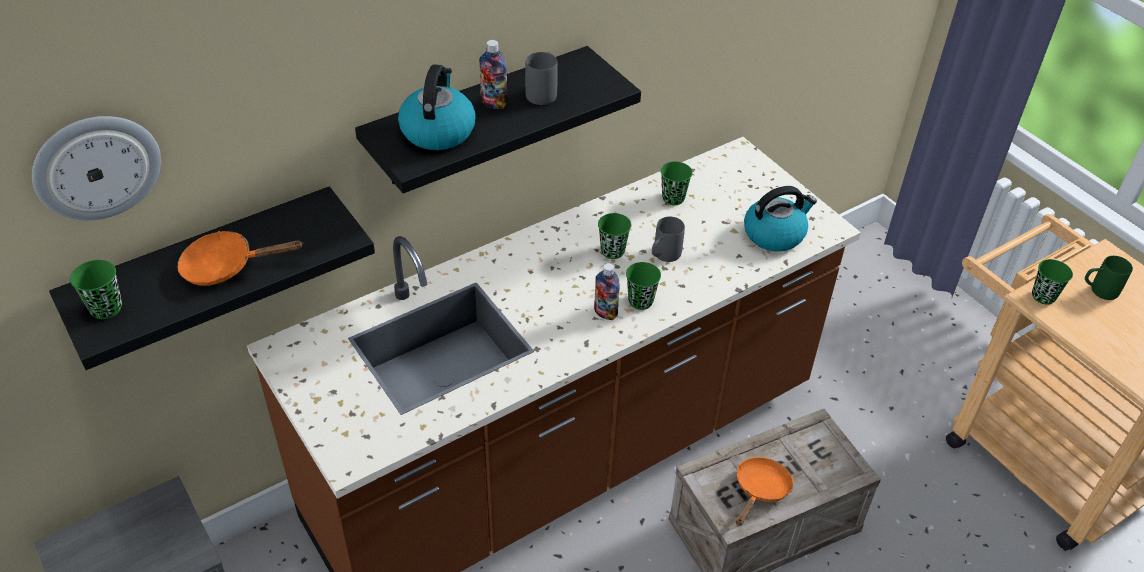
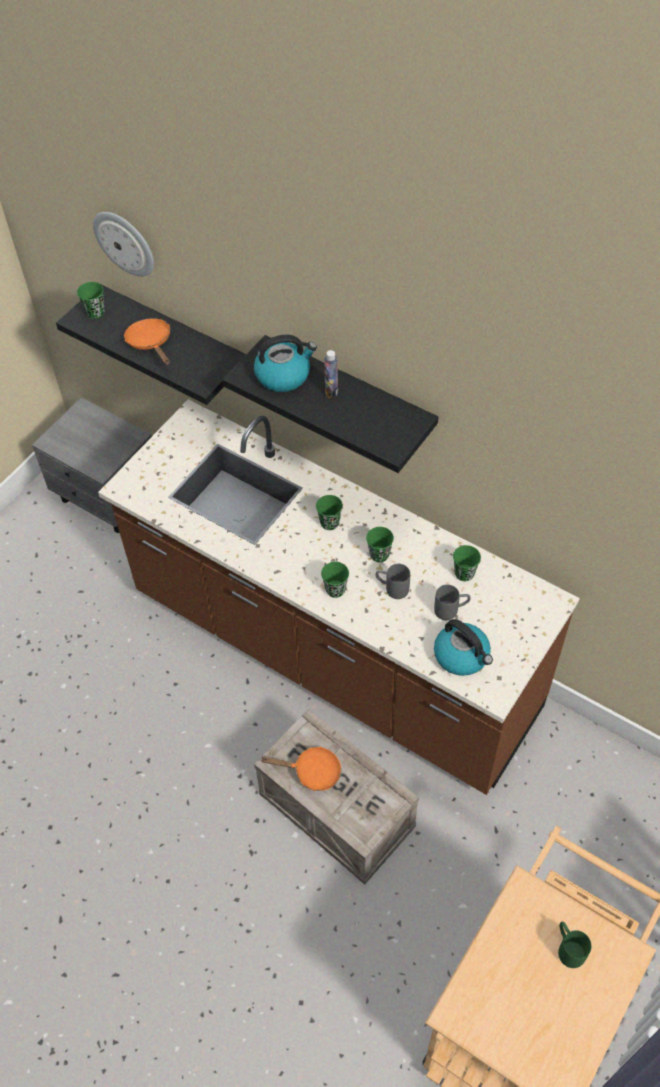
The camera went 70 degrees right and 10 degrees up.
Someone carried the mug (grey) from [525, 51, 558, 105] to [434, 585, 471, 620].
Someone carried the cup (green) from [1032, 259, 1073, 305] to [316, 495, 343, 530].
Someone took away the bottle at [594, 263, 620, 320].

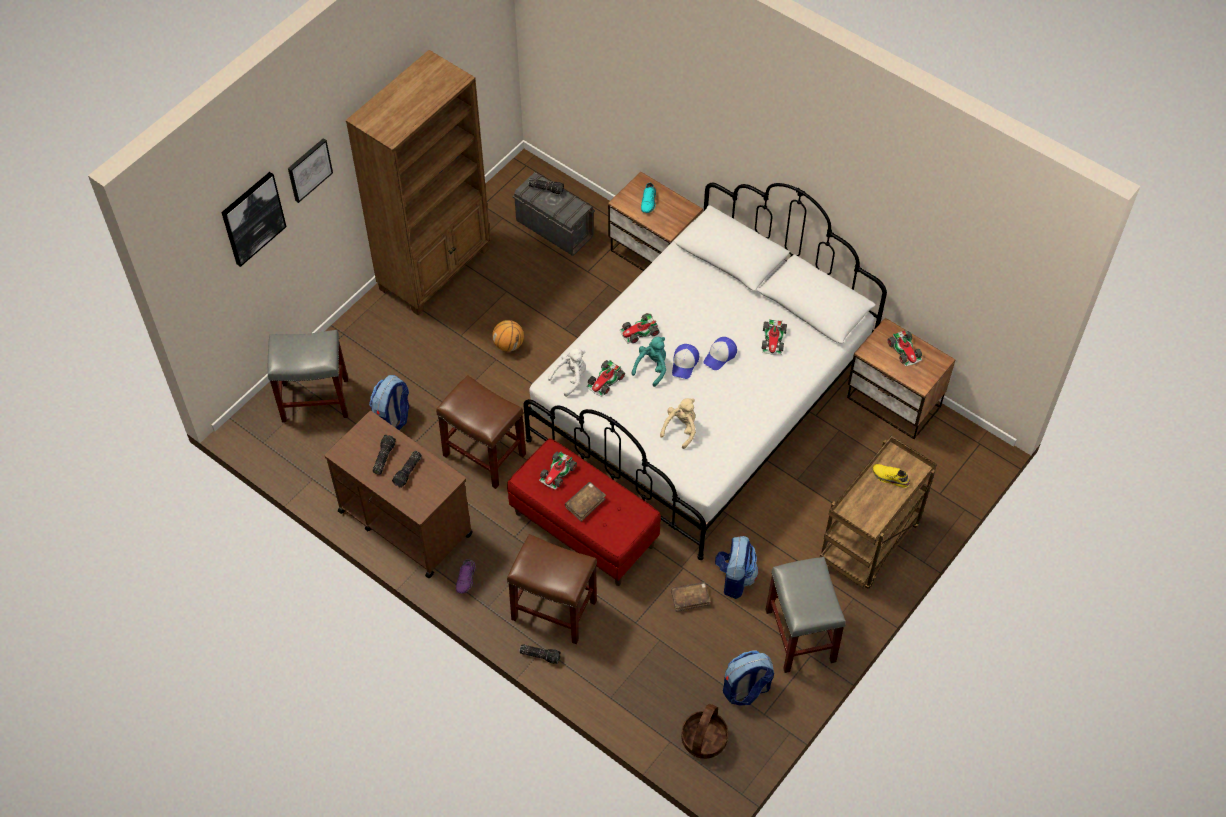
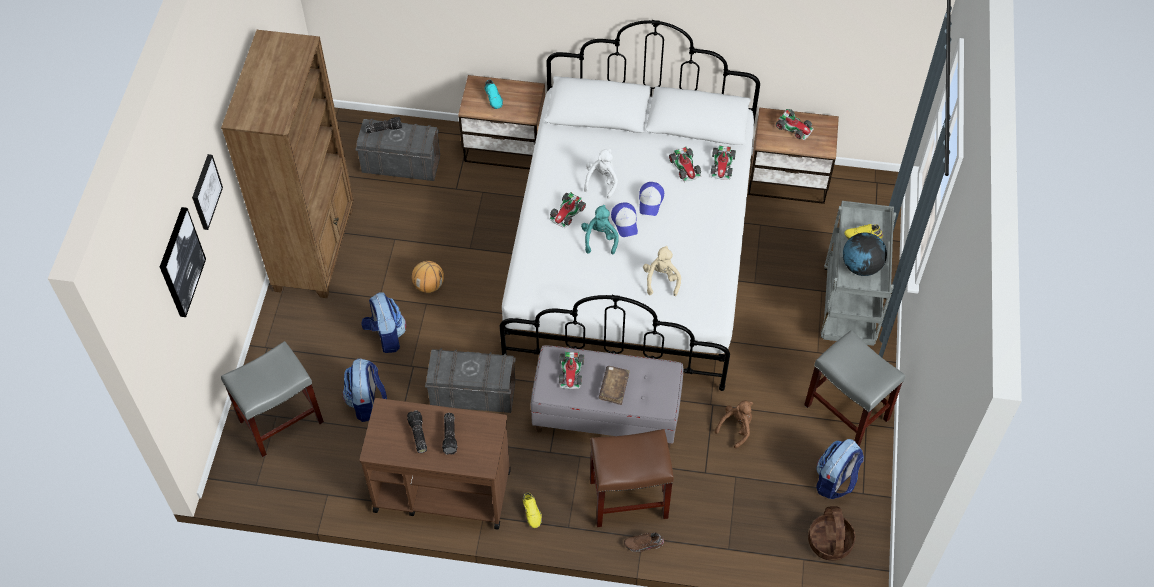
The camera went 30 degrees left and 0 degrees up.
Someone carried the plush toy (white) from [548, 348, 586, 397] to [584, 149, 618, 199].
Someone carried the toy car from [586, 360, 625, 397] to [711, 145, 736, 180].
Someone swapped the stool (brown) at [436, 375, 526, 489] for the storage box (grey) at [425, 348, 516, 413].
Someone repainted the cart (brown) at [820, 436, 937, 588], which became the cart (grey) at [821, 201, 896, 346].
Someone repainted the bench (red) at [507, 438, 661, 586], which became the bench (grey) at [531, 345, 683, 448].
Someone carried the backpack from [715, 536, 759, 599] to [361, 292, 406, 353].
Someone repainted the shoe (purple) at [456, 559, 476, 594], which became the shoe (yellow) at [522, 493, 542, 528].
Someone swapped the book (brown) at [671, 582, 711, 612] for the plush toy (brown) at [715, 401, 753, 449].
Someone swapped the flashlight at [520, 644, 561, 664] for the shoe (brown) at [624, 533, 665, 552].
Someone put down the globe at [843, 232, 887, 276].

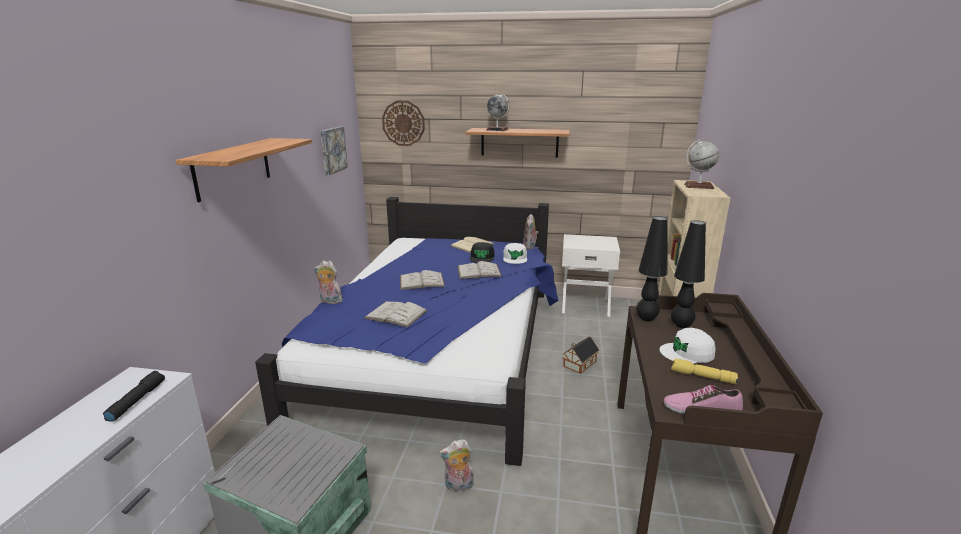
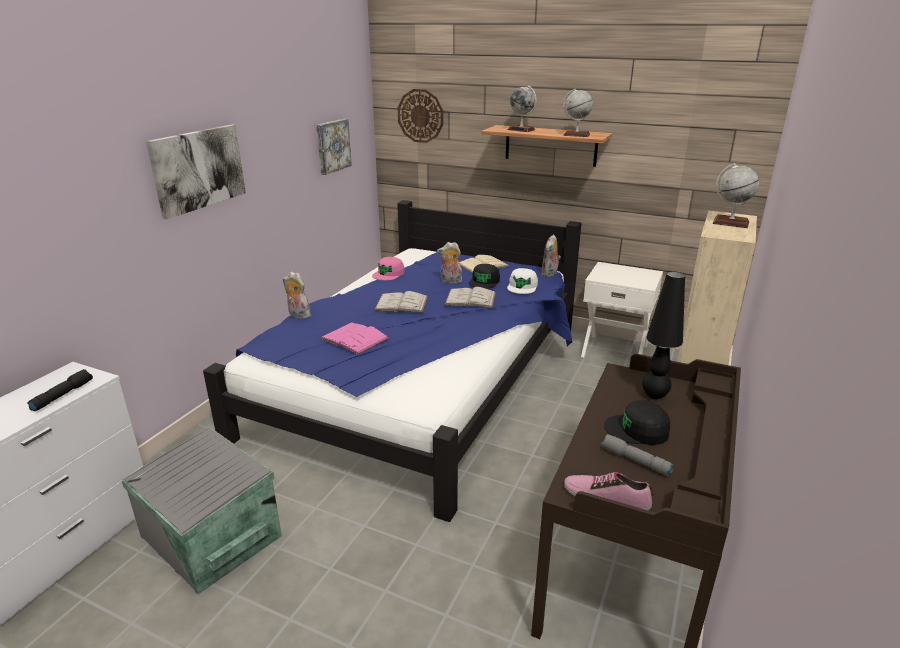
The camera went 15 degrees right and 5 degrees up.
Someone swapped the shelf at [176, 138, 312, 202] for the picture at [146, 124, 246, 219].
Someone took away the table lamp (black) at [636, 216, 668, 321].
Someone repainted the book (white) at [364, 301, 427, 327], which became the book (pink) at [320, 323, 389, 355].
Someone repainted the cap (white) at [659, 328, 716, 364], which became the cap (black) at [604, 400, 670, 445].
Someone took away the toy house at [562, 337, 599, 374].
Someone repainted the flashlight (yellow) at [671, 358, 738, 384], which became the flashlight (grey) at [601, 434, 674, 476].
Someone carried the plush toy from [439, 439, 474, 492] to [437, 242, 462, 284].
Someone put down the globe at [563, 88, 593, 137].
Someone put down the cap (pink) at [372, 257, 405, 280].

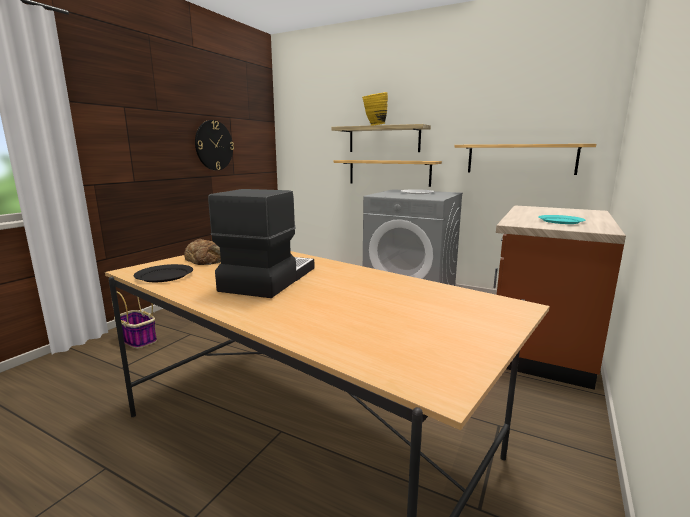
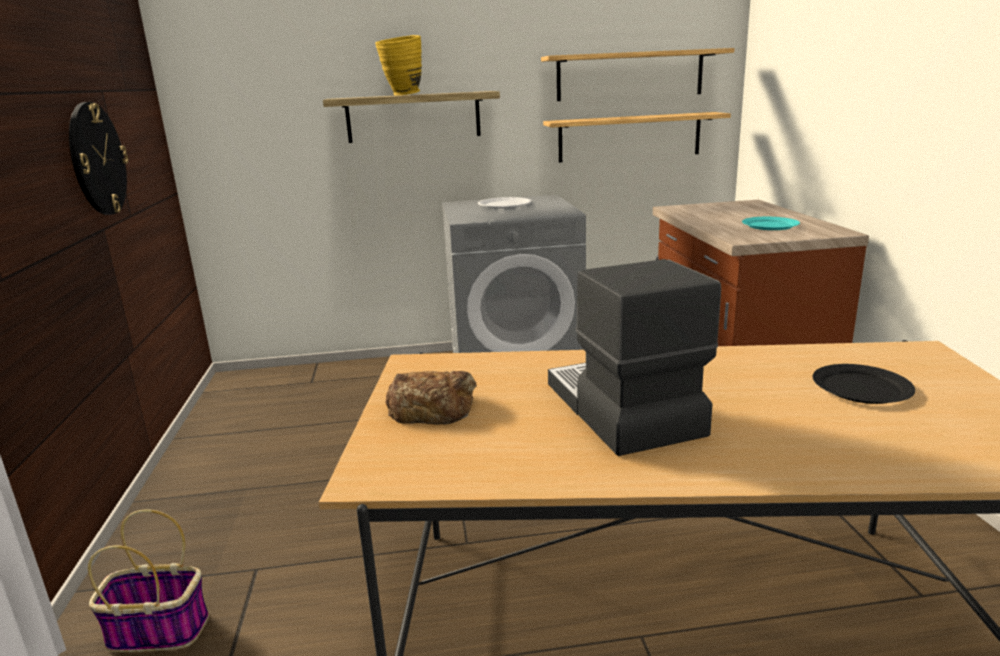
The camera went 35 degrees left and 5 degrees up.
Someone carried the shelf from [333, 160, 442, 187] to [541, 48, 735, 101].
Someone carried the plate (black) from [134, 264, 193, 282] to [813, 364, 915, 404].

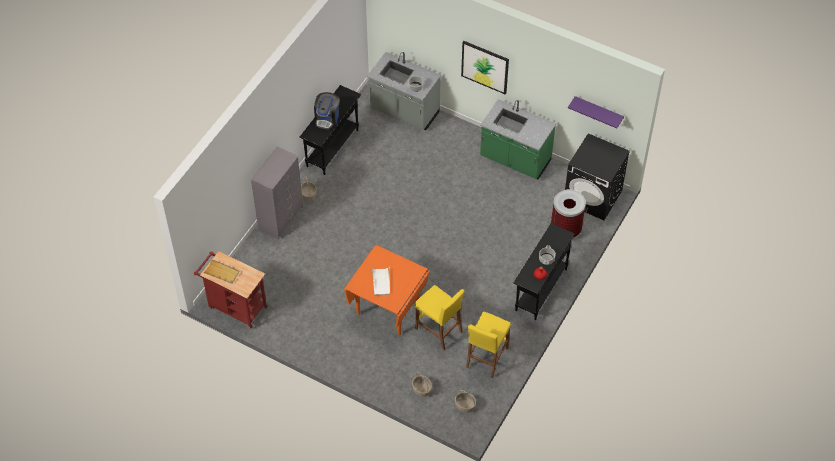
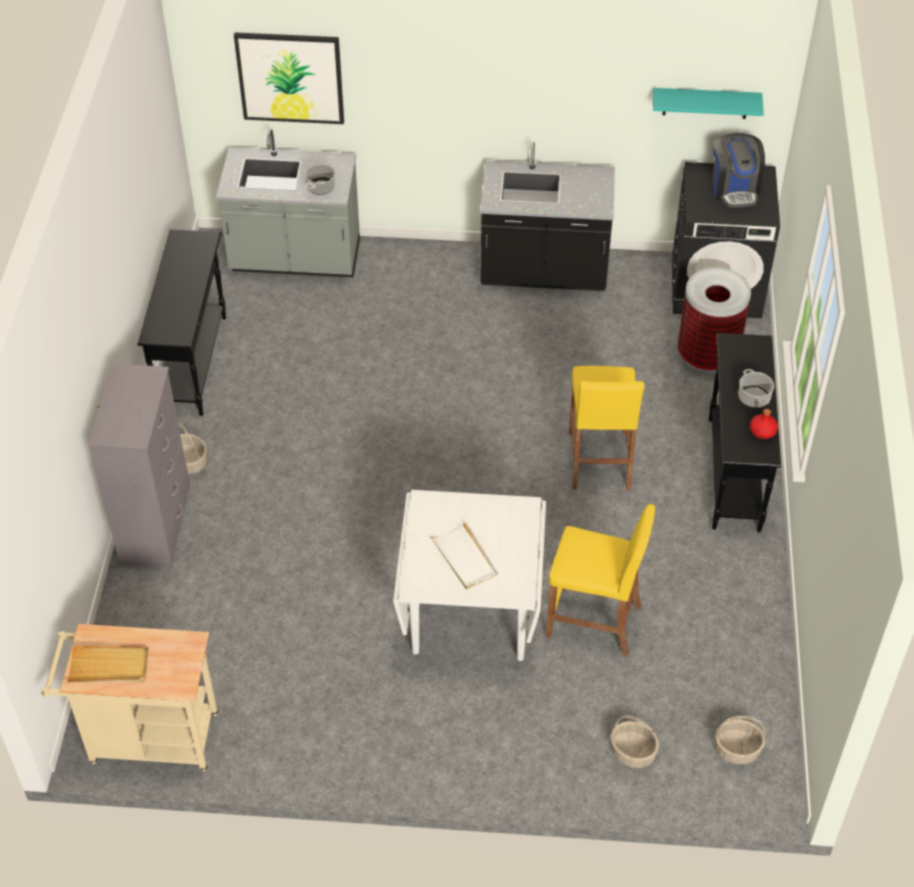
The camera went 25 degrees left and 5 degrees down.
Someone carried the picture from [461, 41, 509, 94] to [234, 32, 344, 124].
Someone carried the coffee machine from [314, 92, 340, 129] to [712, 133, 765, 208].
Someone repainted the shelf (purple) at [568, 96, 624, 128], which became the shelf (turquoise) at [653, 88, 764, 119].
Someone repainted the counter (green) at [480, 99, 556, 179], which became the counter (black) at [480, 142, 615, 291].
Someone repainted the dining table (orange) at [344, 245, 430, 335], which became the dining table (white) at [393, 490, 546, 661].
Someone repainted the cart (red) at [194, 251, 267, 329], which became the cart (beige) at [41, 624, 218, 771].
Someone carried the stool (yellow) from [466, 312, 511, 378] to [569, 366, 645, 490].

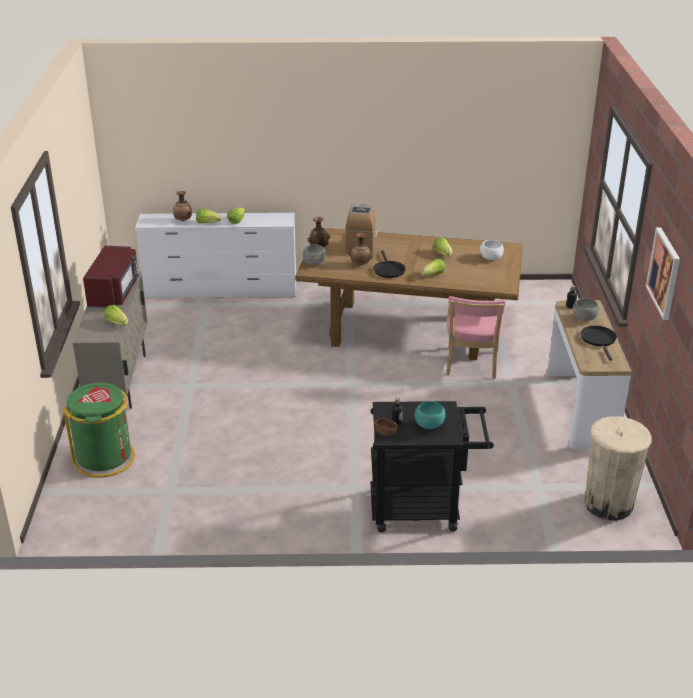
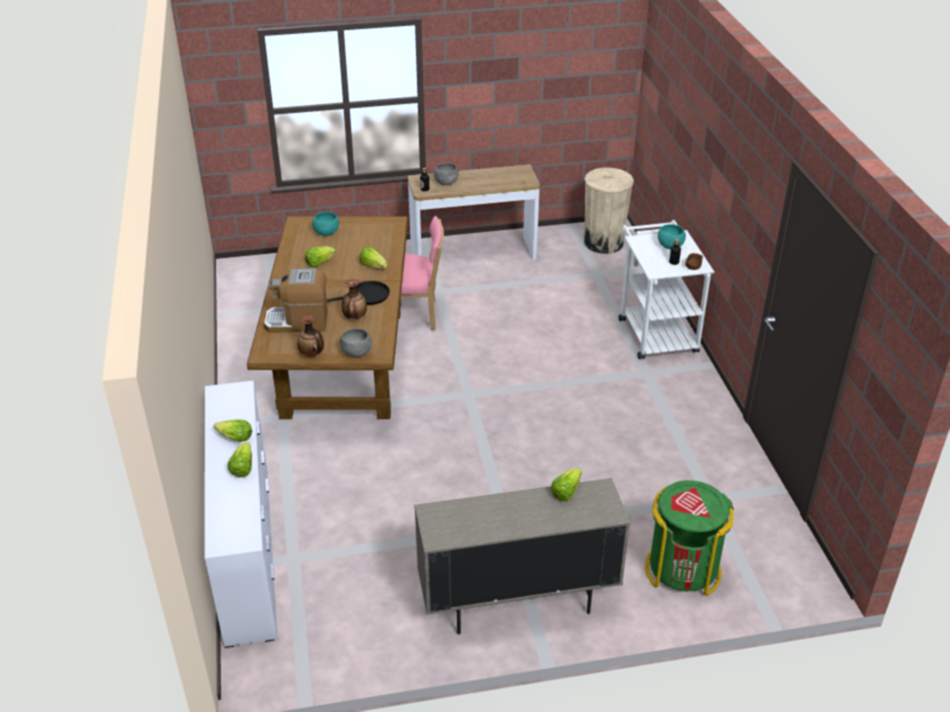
The camera went 100 degrees left and 5 degrees up.
Someone took away the vase at [173, 191, 192, 221].
Someone took away the picture at [646, 228, 680, 320].
Someone repainted the bowl (white) at [480, 240, 504, 260], which became the bowl (turquoise) at [312, 212, 339, 236].
Someone took away the microwave (red) at [83, 245, 139, 308].
Someone took away the frying pan (black) at [581, 326, 617, 361].
Someone repainted the cart (black) at [370, 401, 494, 532], which became the cart (white) at [619, 220, 714, 359].

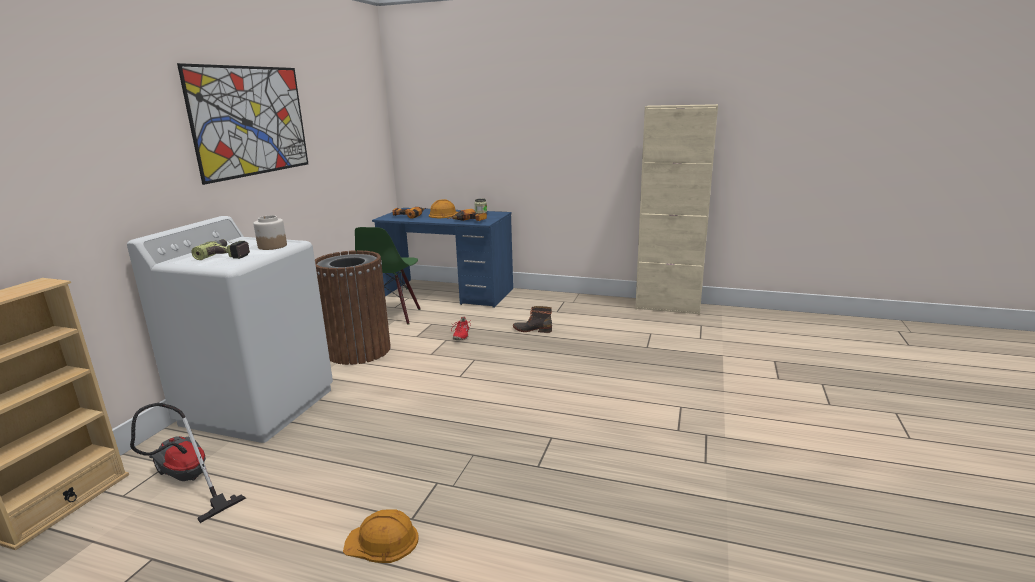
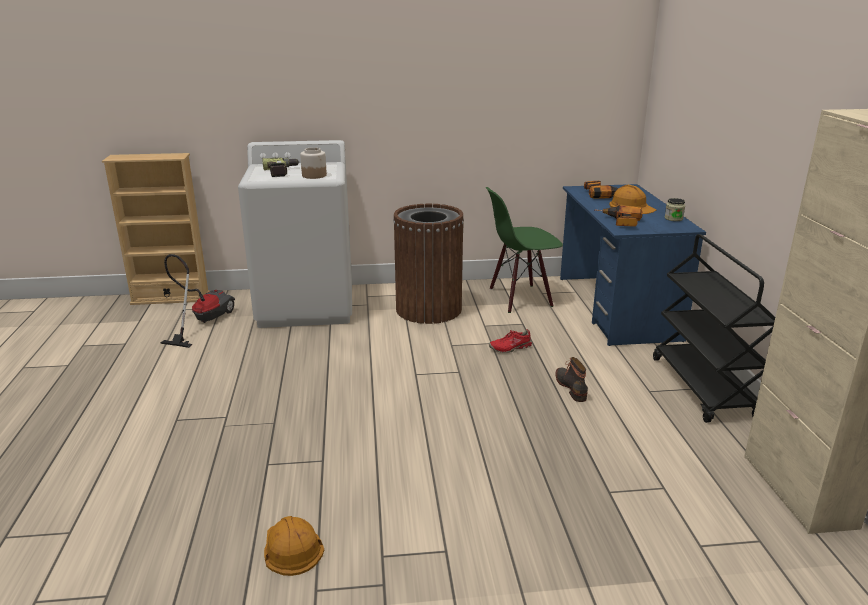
The camera went 65 degrees right and 5 degrees up.
Someone took away the picture at [177, 63, 308, 185].
Someone carried the hard hat (orange) from [343, 509, 419, 563] to [264, 516, 324, 576].
Someone put down the cart (black) at [653, 234, 775, 423].

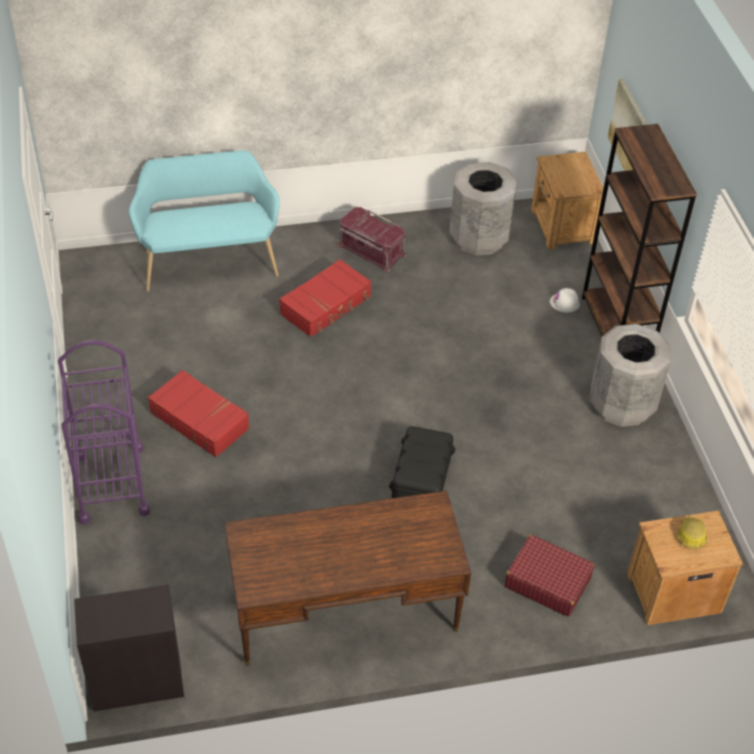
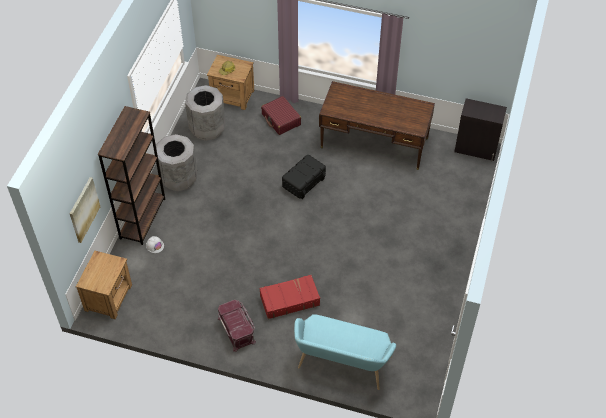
The camera went 150 degrees left and 5 degrees up.
Someone carried the trash can (grey) from [449, 162, 517, 255] to [185, 85, 225, 141].
Someone took away the cart (purple) at [58, 340, 150, 524].
Someone took away the suitcase (red) at [148, 370, 250, 458].

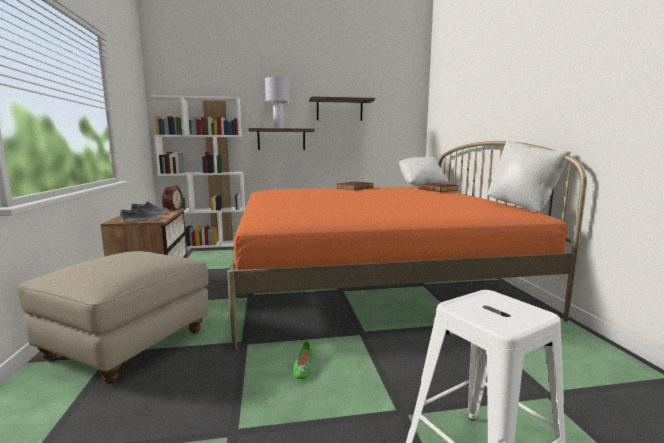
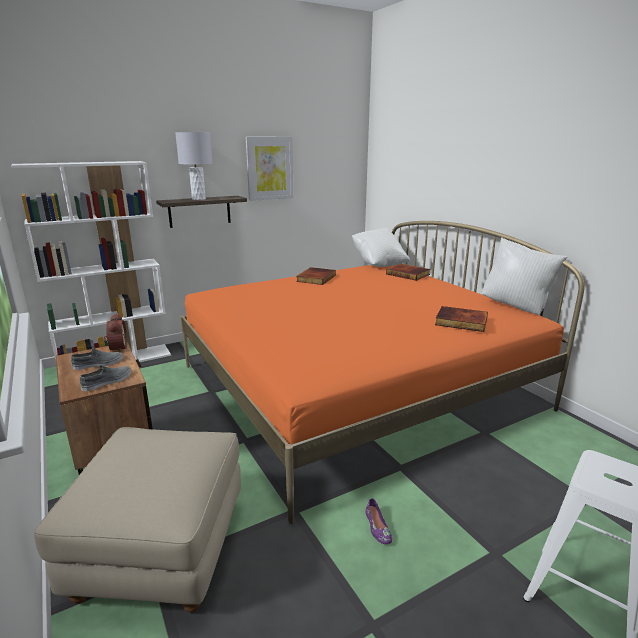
The camera went 20 degrees left and 10 degrees up.
Someone swapped the shelf at [309, 96, 375, 121] for the picture at [246, 137, 293, 201].
Someone repainted the shoe (green) at [293, 341, 312, 379], which became the shoe (purple) at [366, 498, 392, 544].
Someone put down the book at [435, 306, 488, 332].

